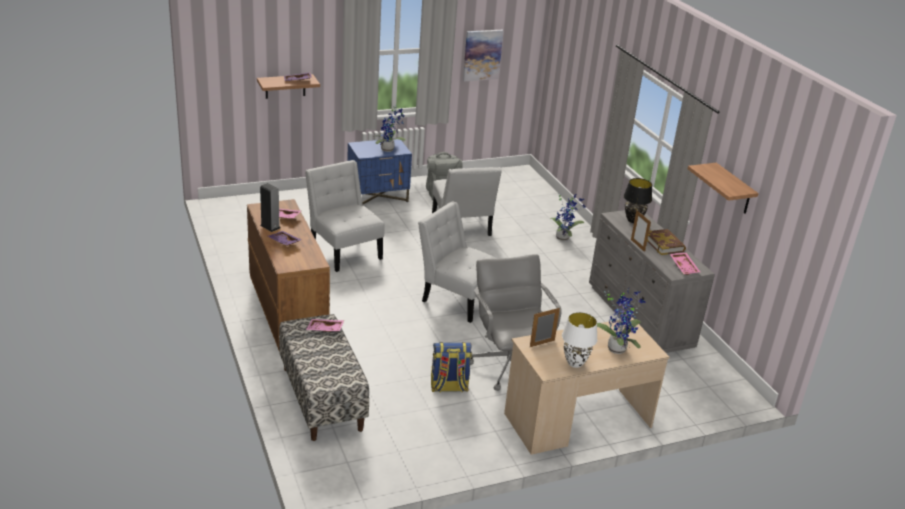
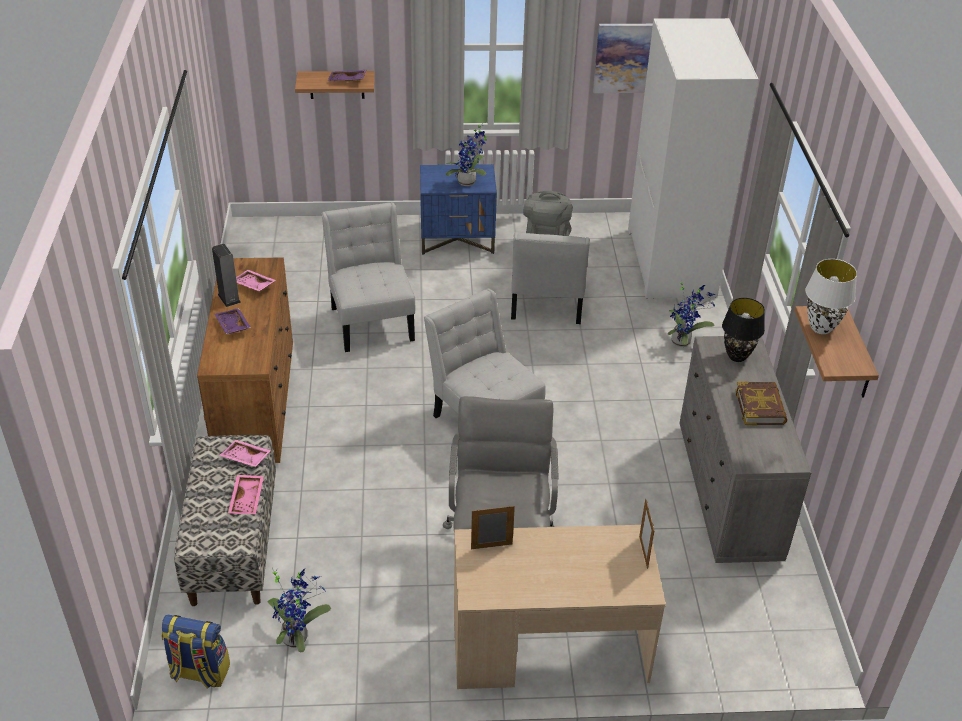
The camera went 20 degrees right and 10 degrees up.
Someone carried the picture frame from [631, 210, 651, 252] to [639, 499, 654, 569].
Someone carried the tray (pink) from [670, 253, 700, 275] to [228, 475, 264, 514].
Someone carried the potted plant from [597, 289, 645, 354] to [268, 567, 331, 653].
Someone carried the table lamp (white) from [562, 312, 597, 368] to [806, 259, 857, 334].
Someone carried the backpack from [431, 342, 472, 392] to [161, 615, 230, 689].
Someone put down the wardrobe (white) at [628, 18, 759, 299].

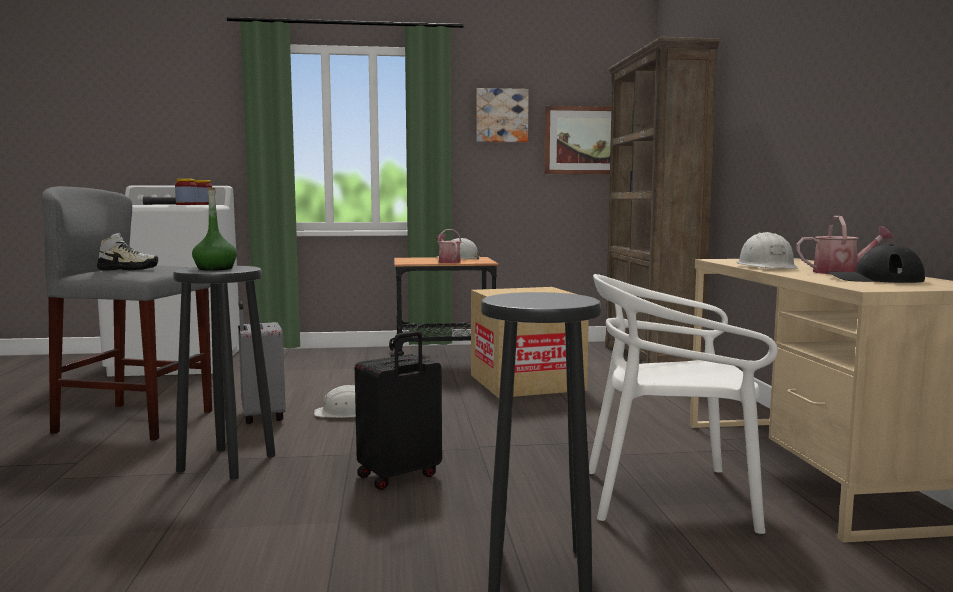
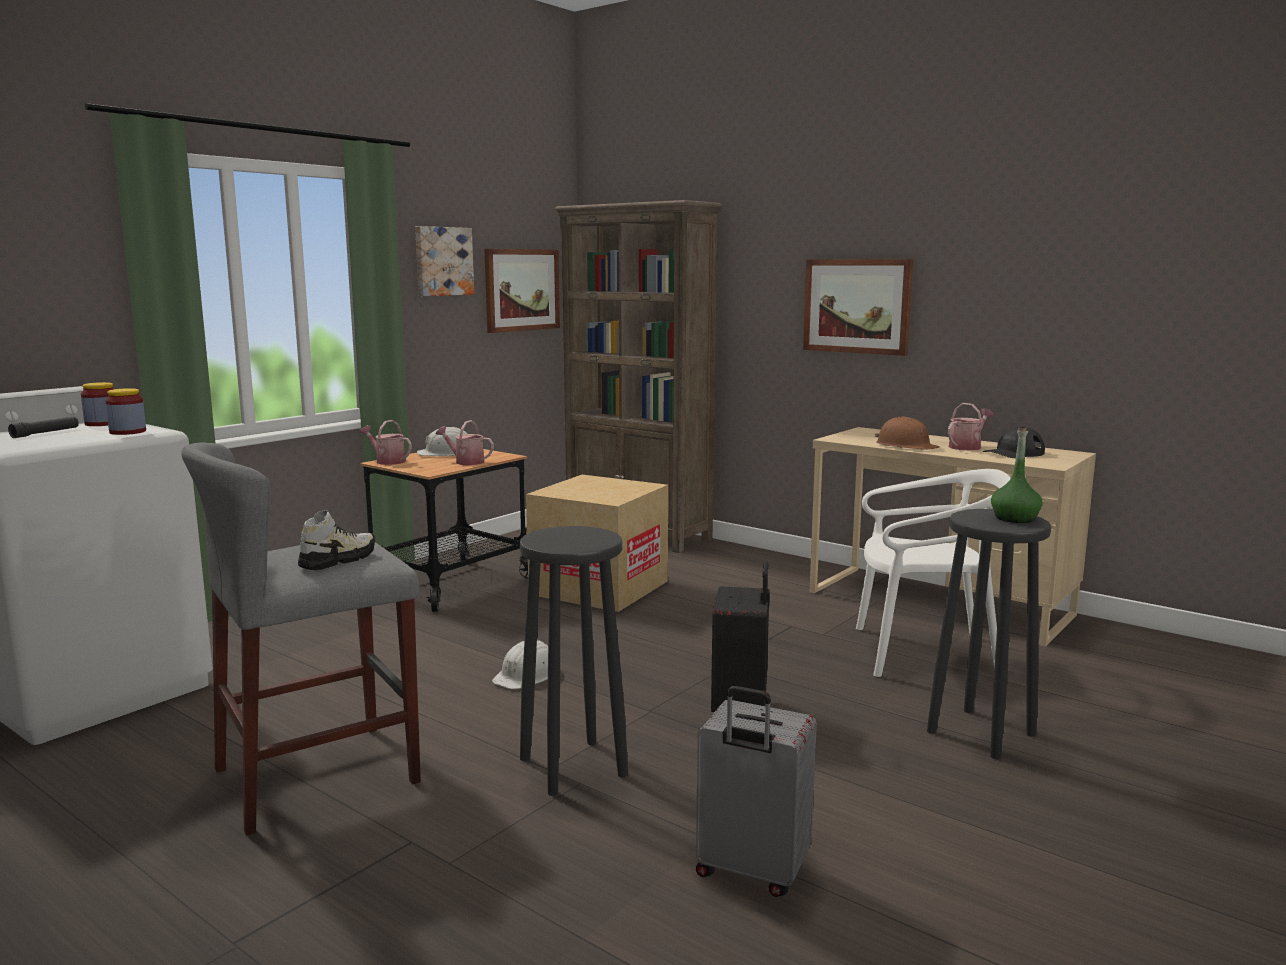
The camera went 45 degrees left and 5 degrees up.
Someone carried the bottle (green) from [192, 187, 237, 271] to [991, 428, 1043, 523].
Someone repainted the hard hat (white) at [736, 232, 798, 269], which became the hard hat (brown) at [875, 416, 940, 450].
Someone rotated the chair (white) at [589, 274, 778, 534] by 135 degrees counterclockwise.
Someone carried the suitcase (grey) from [238, 301, 286, 424] to [696, 686, 817, 897].
Someone put up the picture at [803, 259, 913, 356].
Someone put down the watering can at [360, 420, 412, 465].

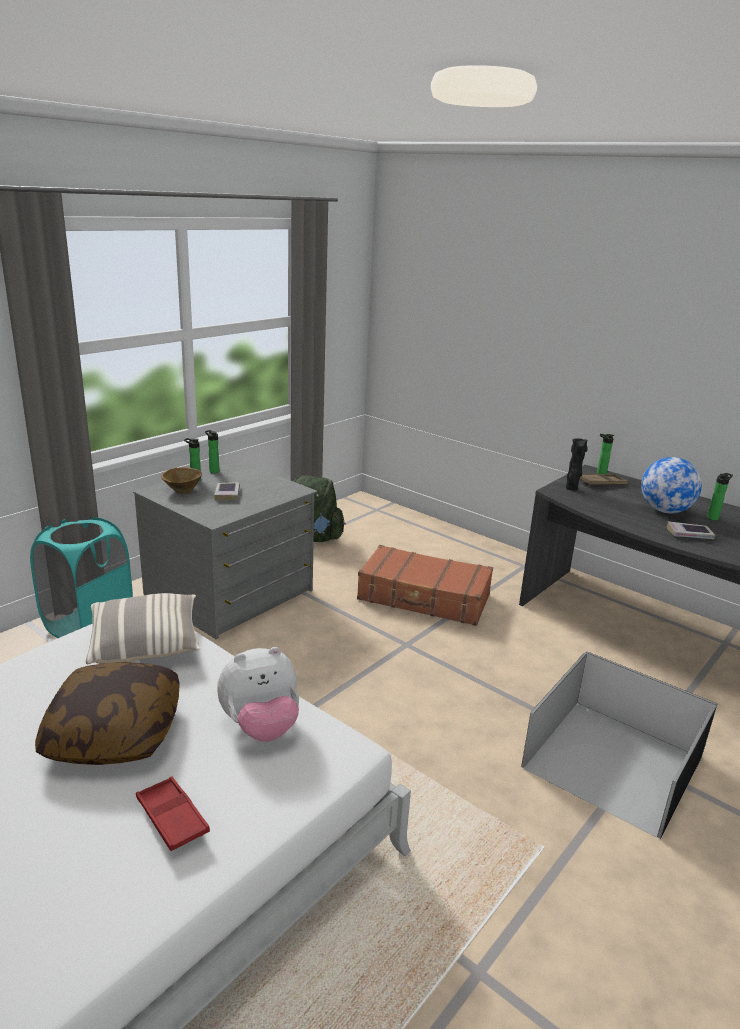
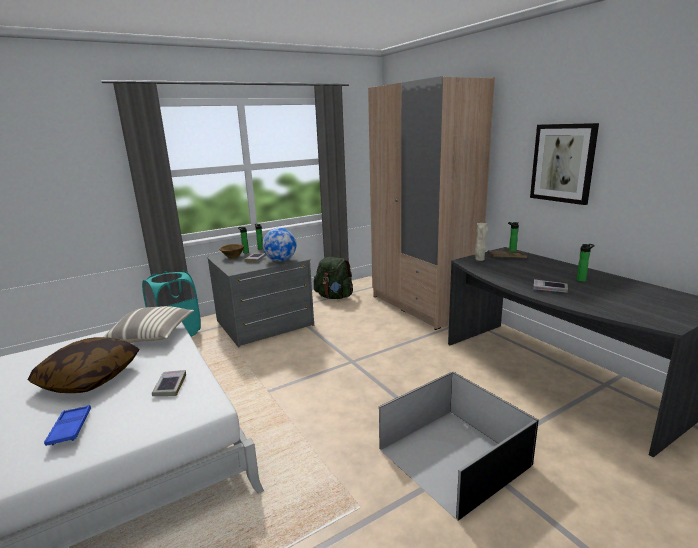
The camera went 20 degrees right and 5 degrees down.
Someone repainted the vase (black) at [566, 438, 588, 491], which became the vase (beige) at [475, 223, 488, 261].
Someone carried the globe from [641, 457, 702, 513] to [262, 228, 296, 262].
Someone took away the suitcase (brown) at [357, 545, 493, 626].
Someone swapped the plush toy at [217, 647, 299, 742] for the book at [152, 370, 186, 396].
Someone repainted the tray (red) at [136, 776, 210, 851], which became the tray (blue) at [44, 405, 91, 446].
Someone put down the wardrobe (beige) at [368, 76, 495, 330].
Someone put up the picture at [530, 123, 599, 205].

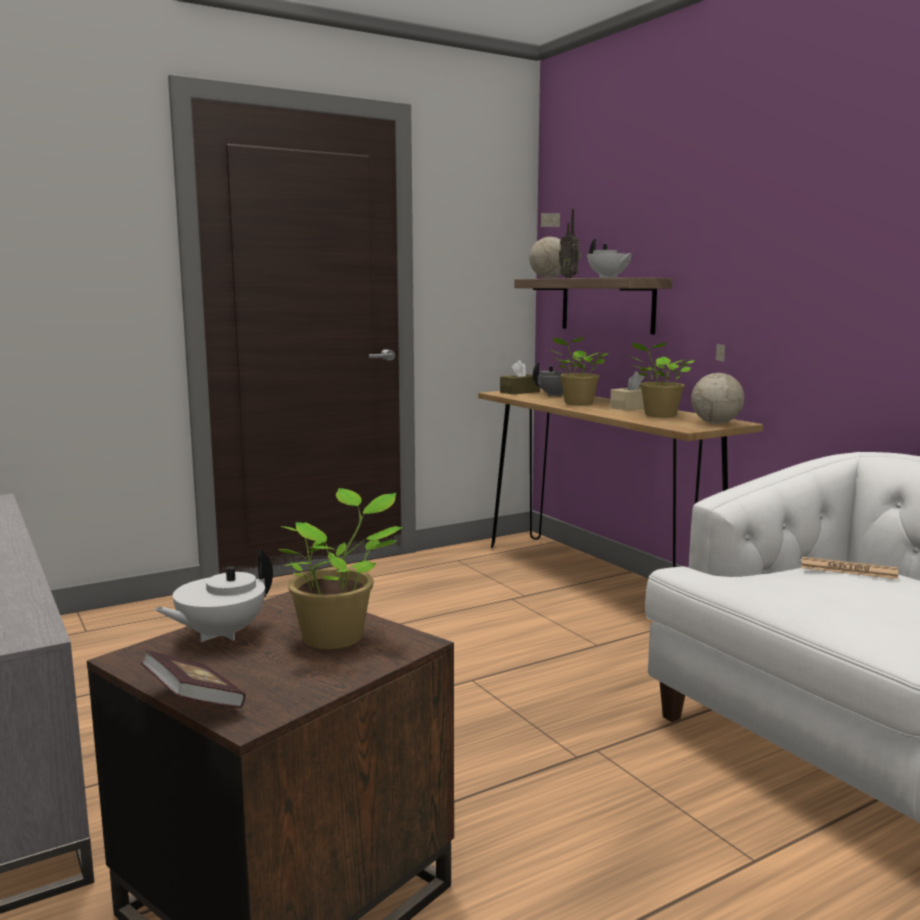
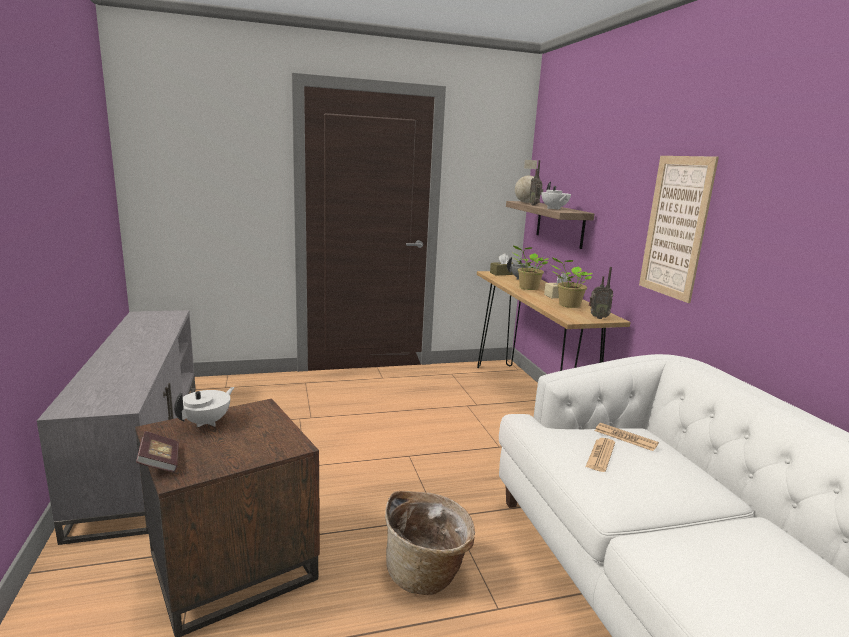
The camera went 15 degrees right and 5 degrees up.
Someone swapped the globe at [691, 344, 744, 424] for the radio at [589, 267, 613, 319].
Someone took away the potted plant at [279, 488, 403, 649].
Someone rotated the teapot (white) at [154, 549, 273, 642] by 150 degrees clockwise.
Someone put up the picture at [639, 156, 719, 303].
Someone put down the newspaper at [586, 438, 615, 472].
Someone put down the basket at [385, 491, 475, 595].

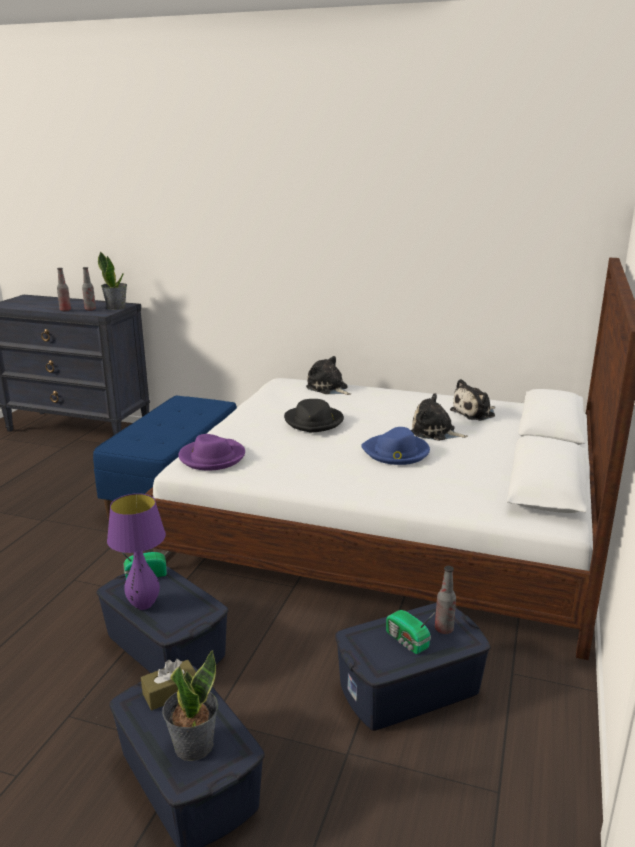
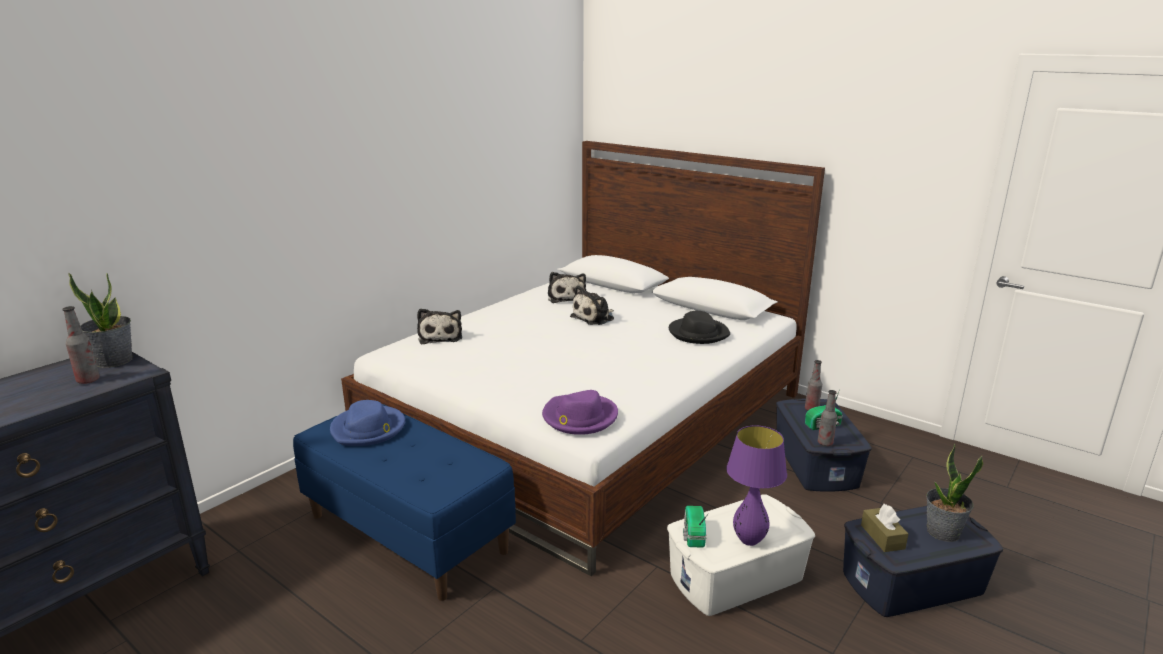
The camera went 70 degrees left and 0 degrees up.
Someone carried the bottle from [57, 268, 71, 311] to [818, 390, 837, 446].
Someone rotated the plush toy at [306, 356, 351, 395] by 75 degrees counterclockwise.
Someone carried the hat (black) from [284, 399, 344, 433] to [669, 311, 730, 344].
Someone carried the hat (blue) from [361, 427, 430, 465] to [330, 400, 405, 446].
Someone repainted the storage box (blue) at [96, 566, 229, 673], which became the storage box (white) at [667, 494, 815, 616].

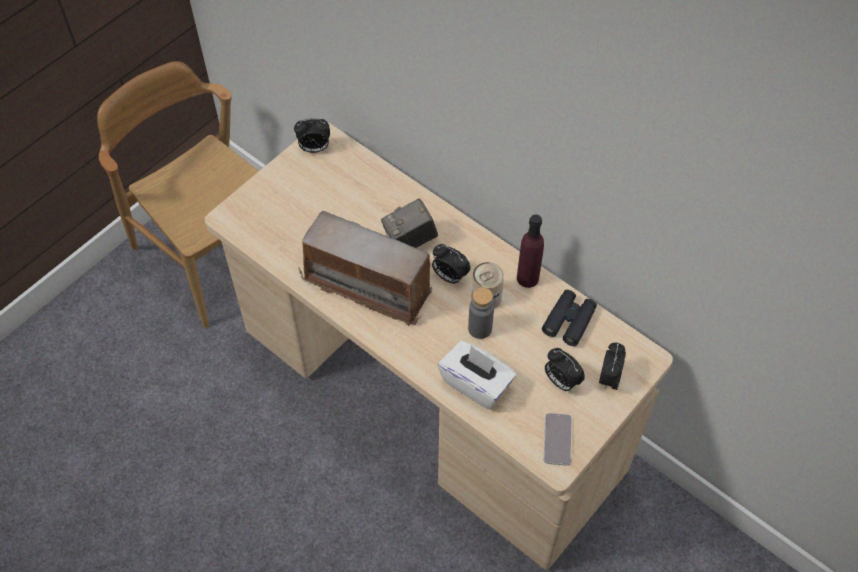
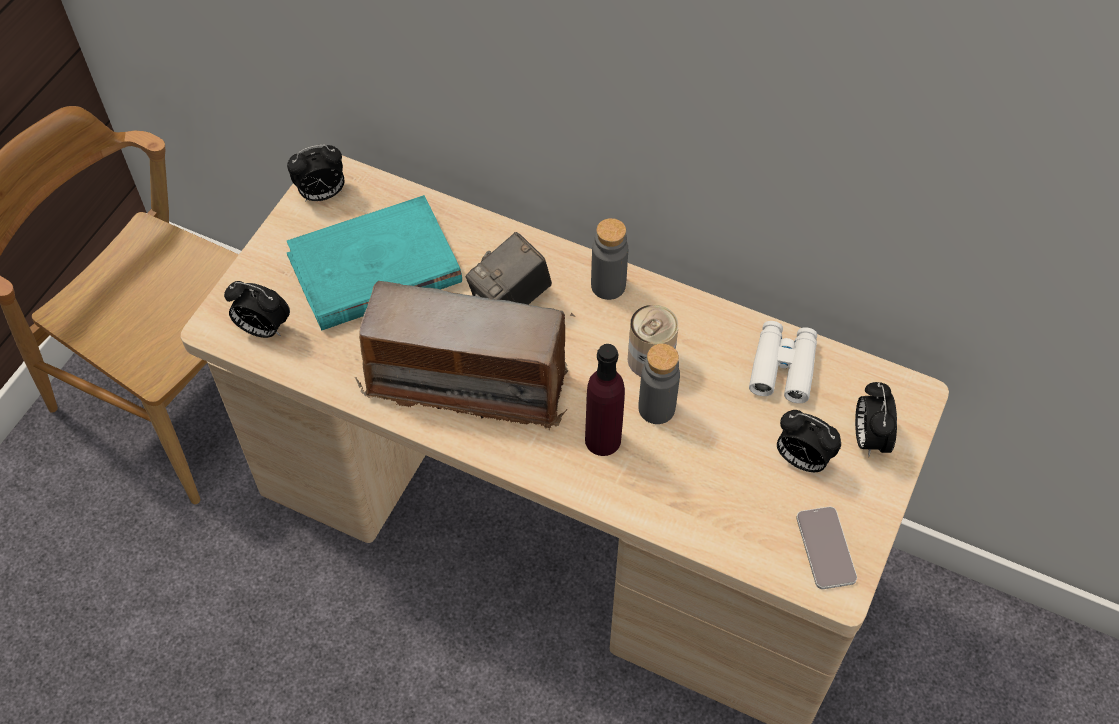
The camera went 15 degrees left and 0 degrees up.
Someone carried the bottle (purple) from [517, 214, 544, 288] to [585, 344, 625, 456].
Someone carried the alarm clock from [432, 244, 471, 284] to [224, 281, 290, 338].
Someone repainted the binoculars (black) at [542, 290, 597, 346], which became the binoculars (white) at [749, 321, 817, 403].
Someone took away the tissue box (white) at [438, 341, 516, 409].
Someone put down the book (turquoise) at [287, 195, 462, 330].
Someone put down the bottle (grey) at [591, 218, 628, 300].

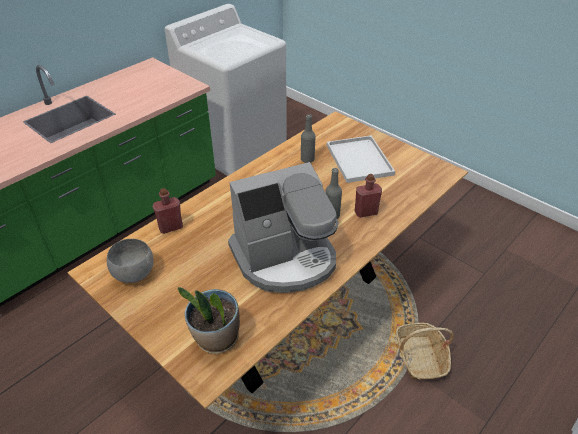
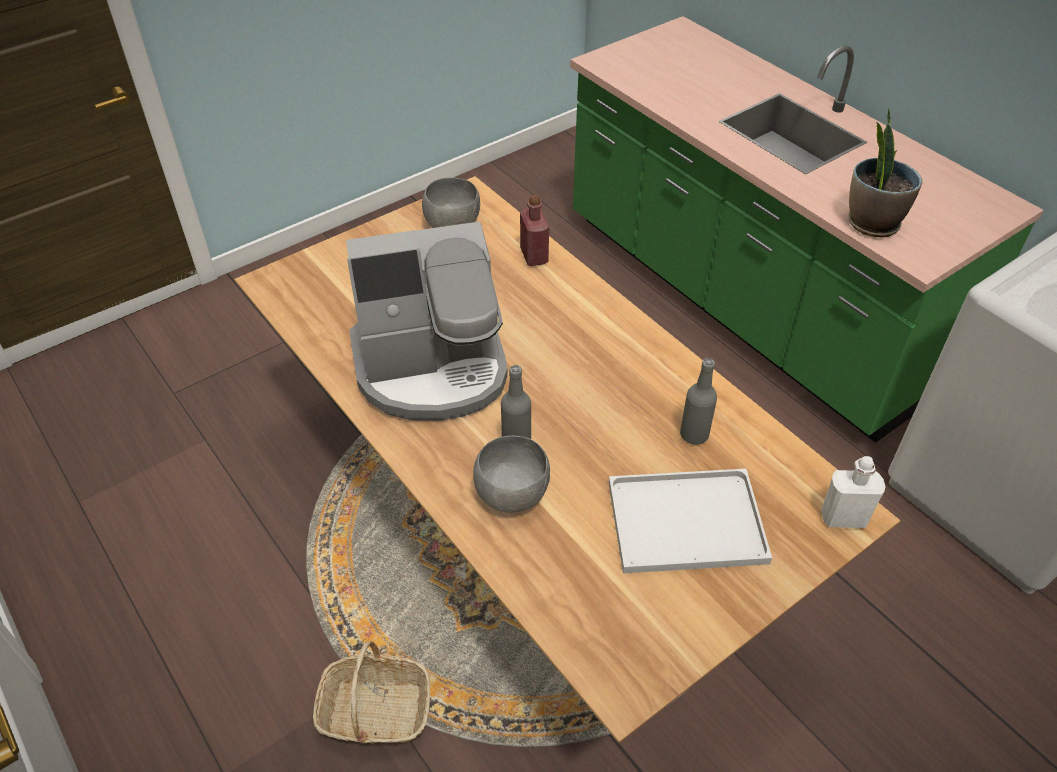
The camera went 100 degrees right and 5 degrees up.
Someone rotated the coffee machine at [228, 162, 339, 293] by 90 degrees counterclockwise.
Someone swapped the bottle (red) at [354, 174, 382, 218] for the bowl (grey) at [473, 436, 550, 513].
Someone carried the potted plant from [178, 287, 240, 354] to [848, 108, 923, 237].
Someone put down the bottle (white) at [821, 456, 886, 528].

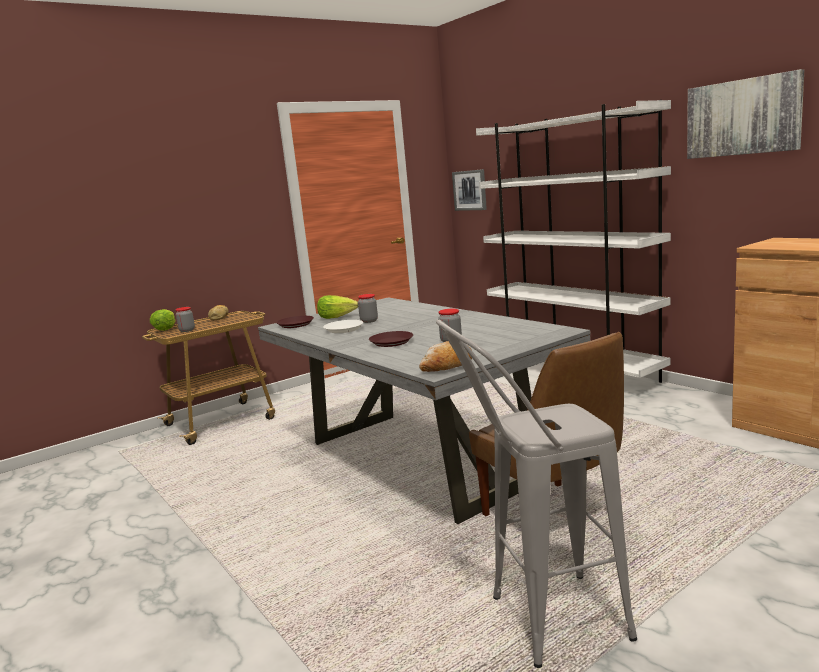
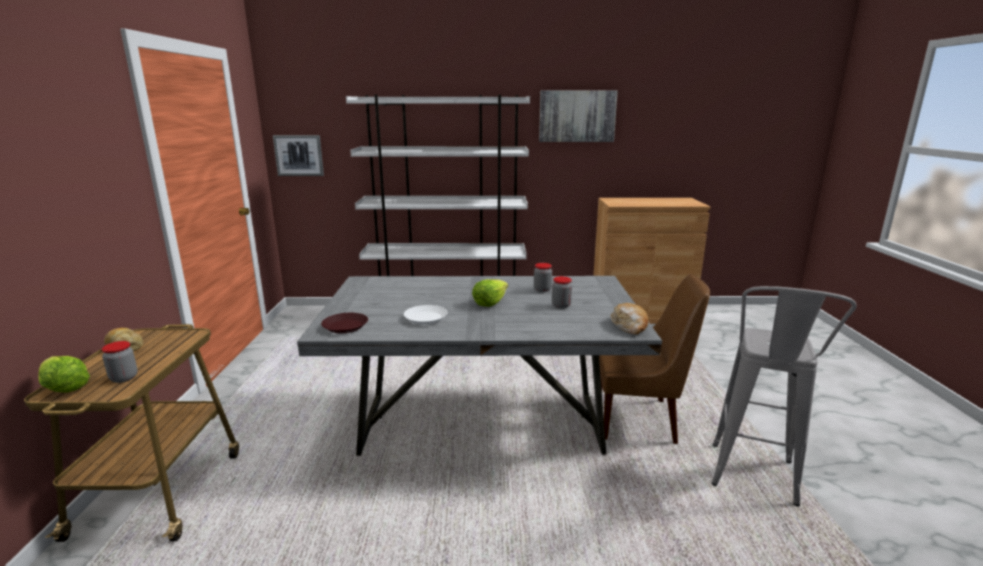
The camera went 55 degrees left and 5 degrees up.
Someone carried the jar from [358, 294, 378, 323] to [534, 263, 552, 292].
Someone carried the lettuce from [317, 295, 358, 319] to [472, 279, 508, 307].
Someone took away the plate (brown) at [369, 331, 413, 347].

